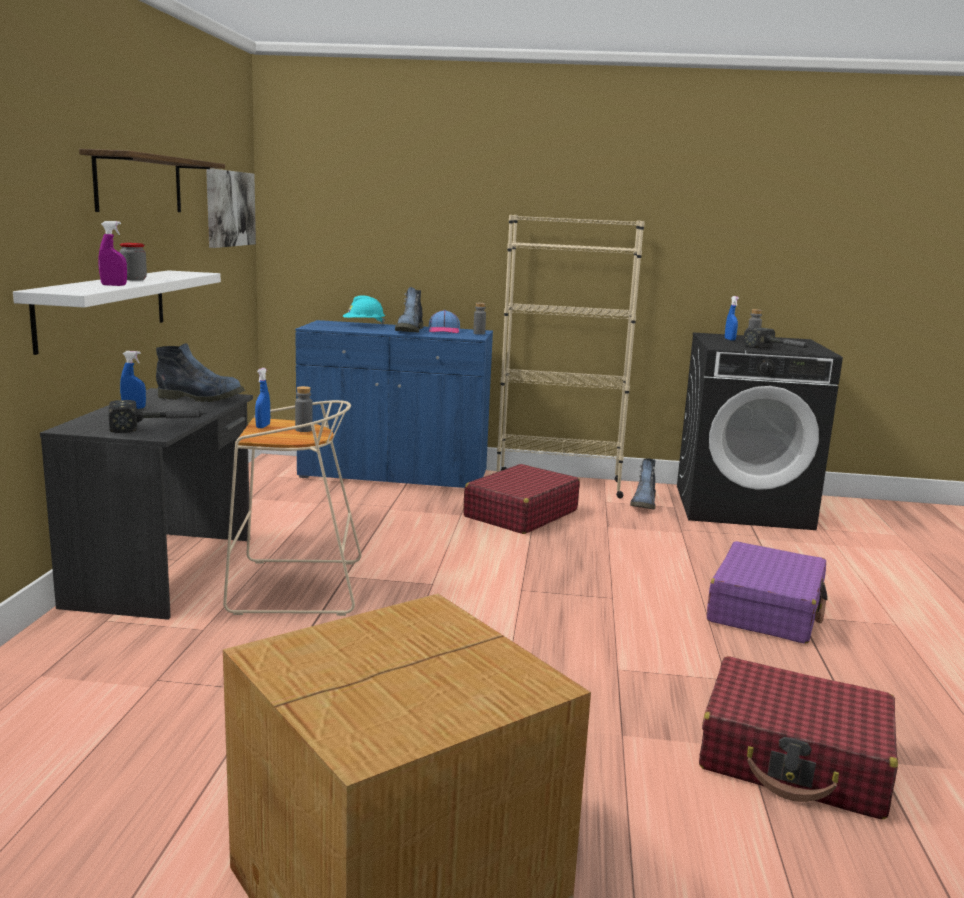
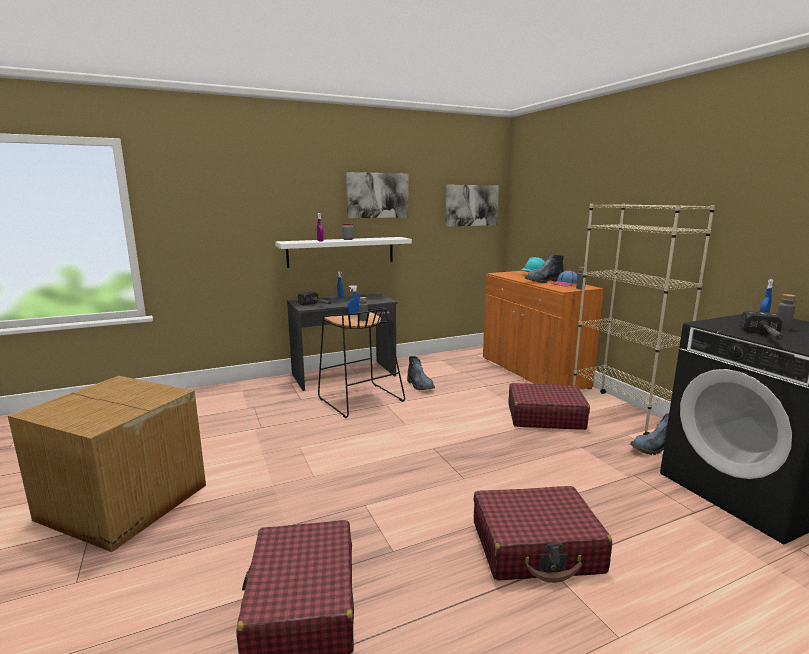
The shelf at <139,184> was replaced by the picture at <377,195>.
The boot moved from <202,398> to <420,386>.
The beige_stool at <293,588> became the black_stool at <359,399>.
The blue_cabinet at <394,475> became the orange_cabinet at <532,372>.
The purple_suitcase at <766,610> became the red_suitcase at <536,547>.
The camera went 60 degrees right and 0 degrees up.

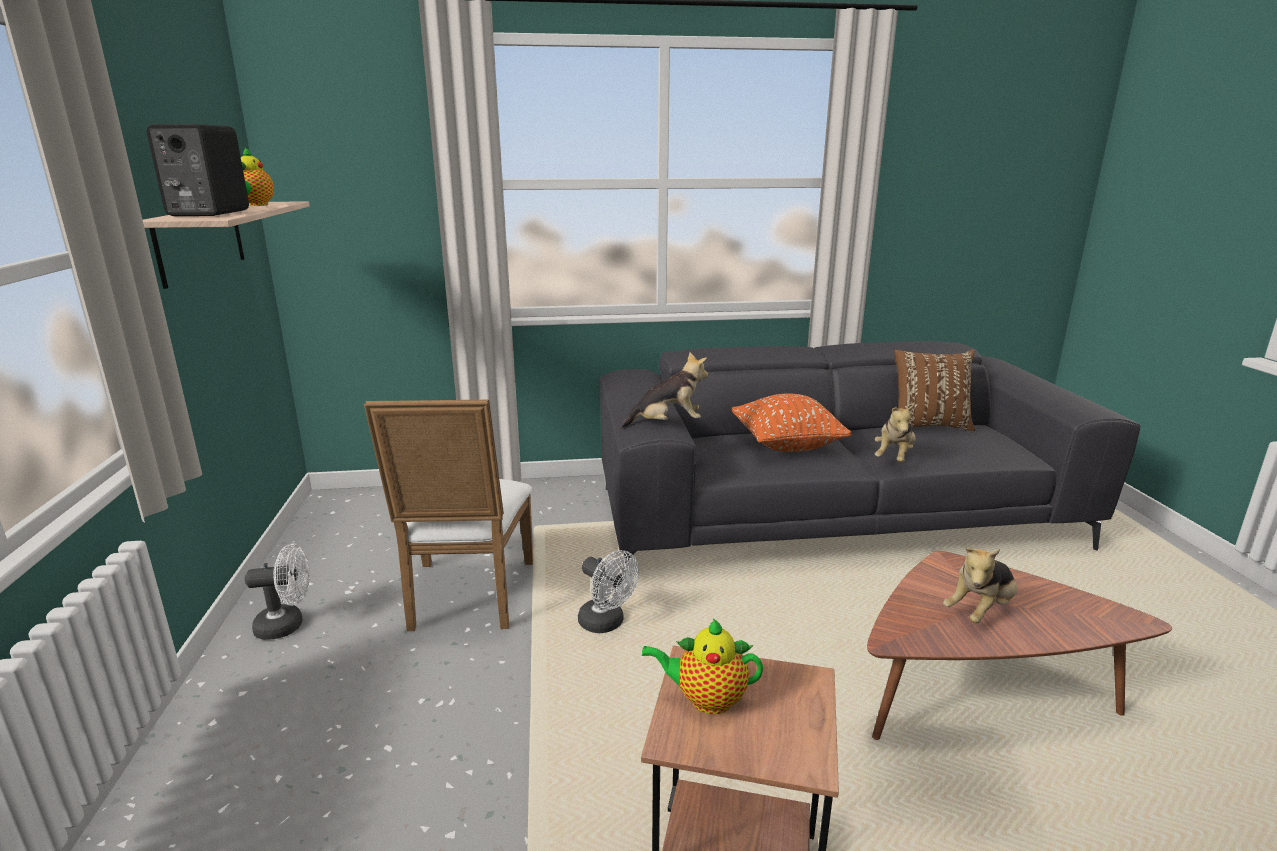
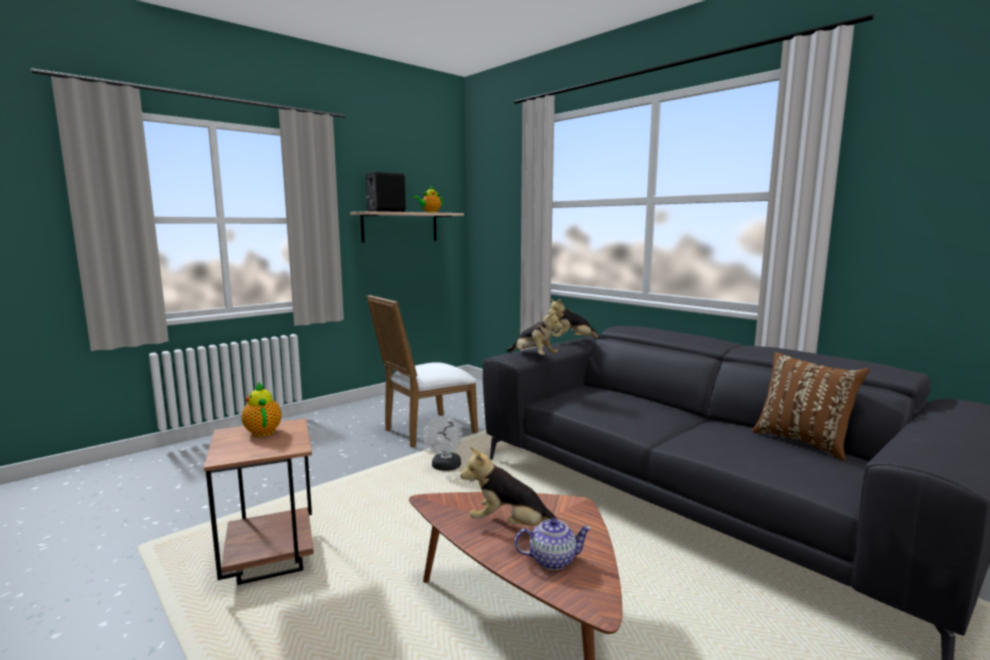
The white_fan at <287,625> disappeared.
The orange_pillow at <786,445> disappeared.
The plush_toy moved from <894,457> to <572,341>.
The teapot at <552,560> appeared.
The camera went 55 degrees right and 10 degrees down.

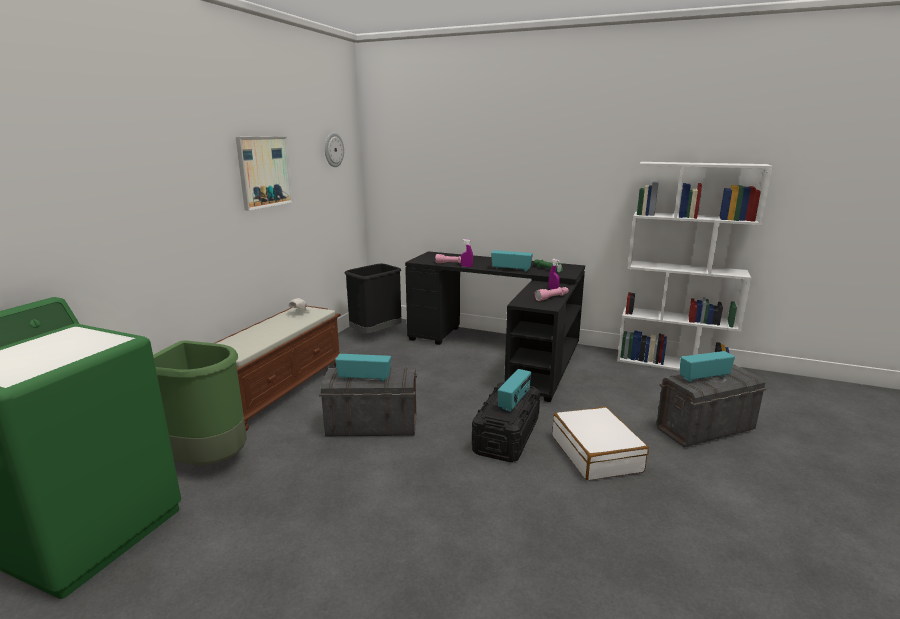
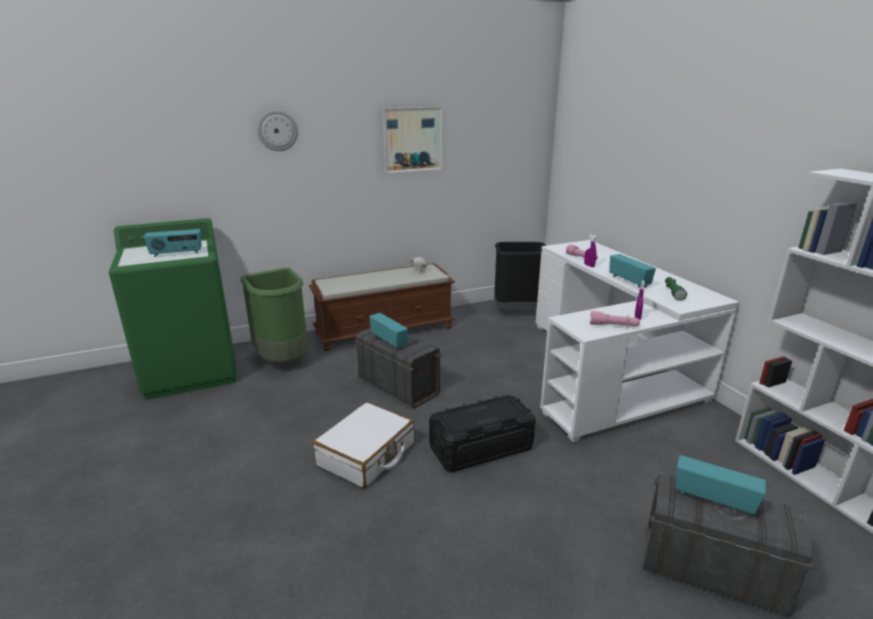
The wall_clock moved from <333,150> to <277,130>.
The black_desk at <503,351> became the white_desk at <610,373>.
The radio moved from <514,401> to <176,254>.
The white_suitcase moved from <596,453> to <366,454>.
The camera went 45 degrees right and 5 degrees up.

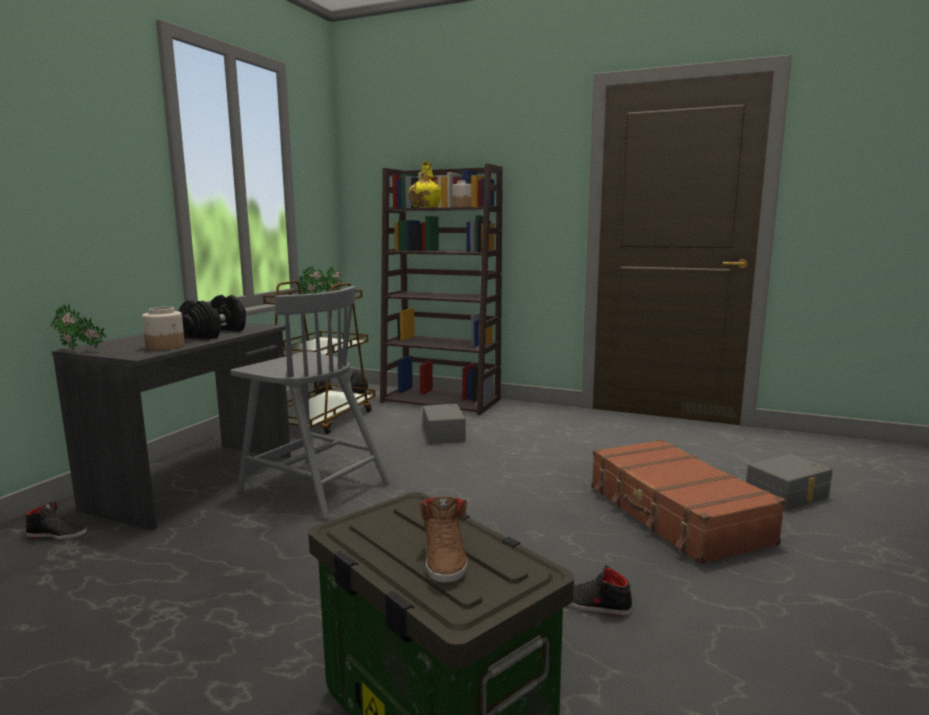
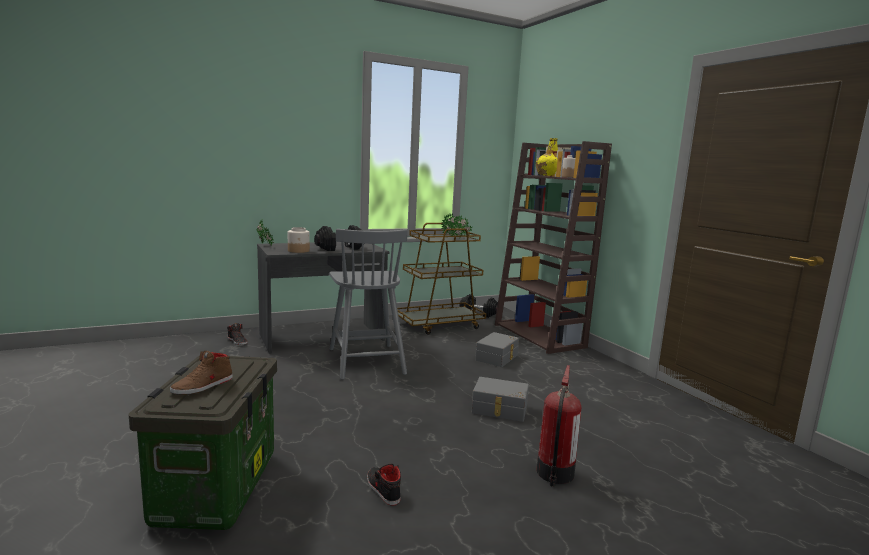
The brown_suitcase at <675,515> was replaced by the fire_extinguisher at <554,474>.
The grey_storage_box moved from <788,495> to <499,409>.
The camera went 40 degrees right and 0 degrees up.

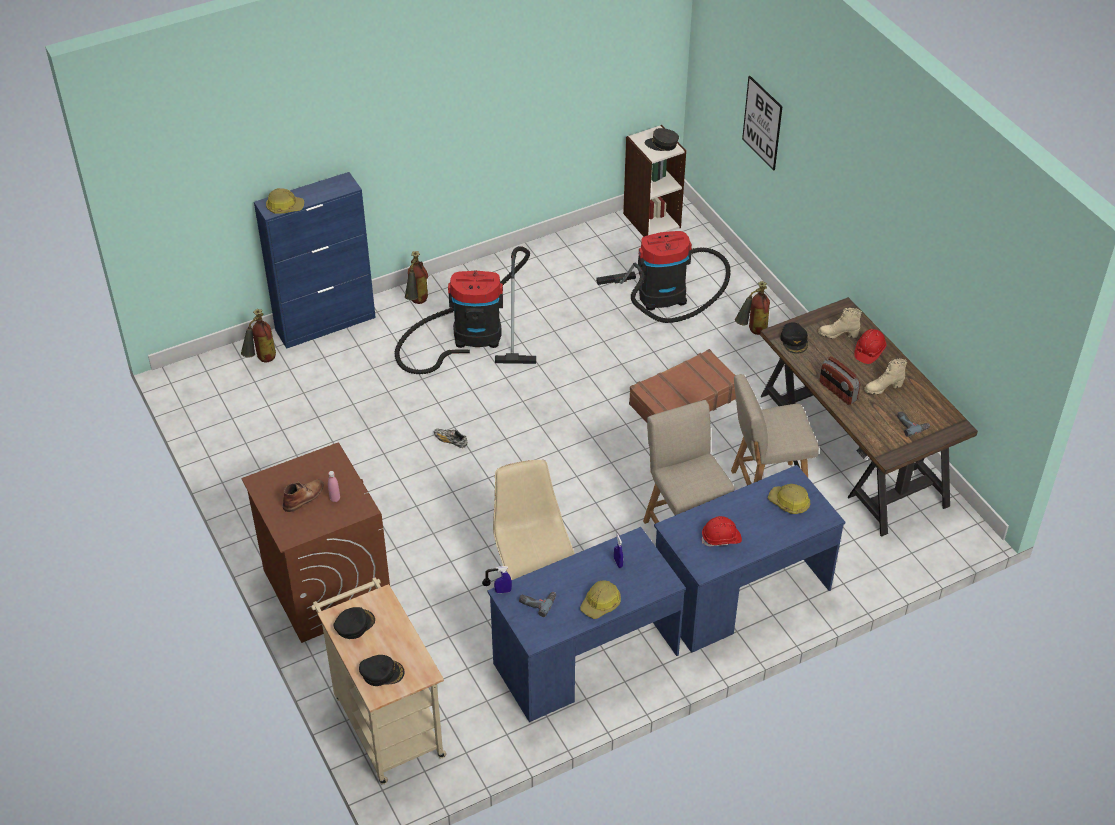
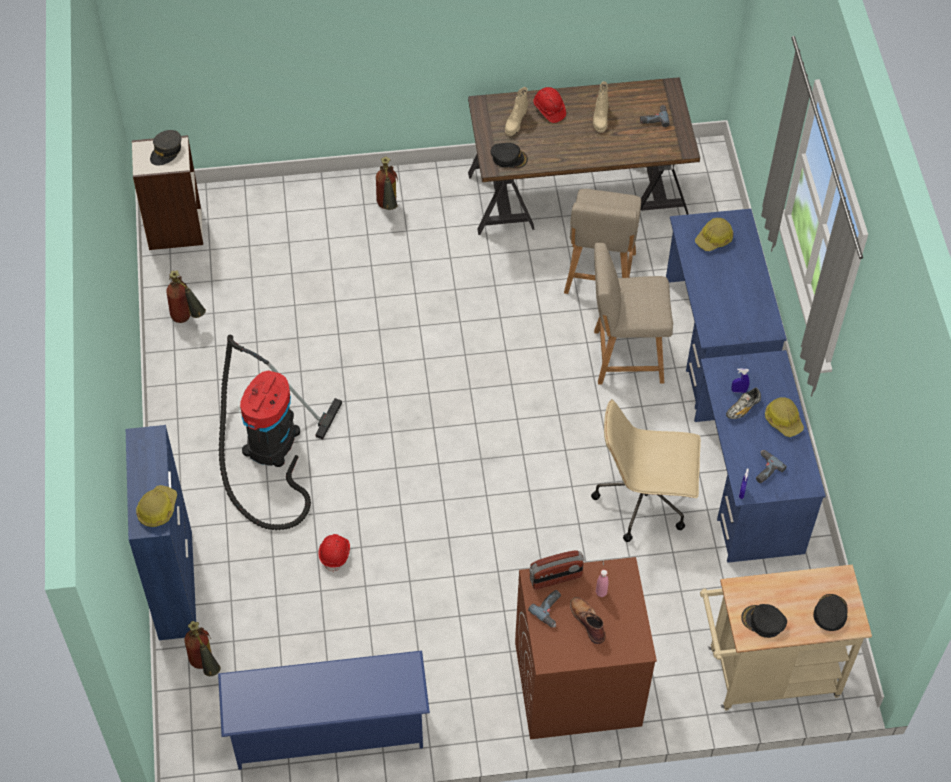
The black_cap at <354,624> turned 45 degrees counterclockwise.
The fire_extinguisher moved from <417,304> to <188,320>.
The shoe moved from <450,441> to <743,408>.
The vacuum_cleaner at <667,294> disappeared.
The brown_suitcase at <683,401> disappeared.
The red_hard_hat moved from <721,538> to <335,554>.
The picture at <762,123> disappeared.
The radio moved from <837,391> to <555,578>.
The blue_shoe_rack at <328,730> appeared.
The power_drill at <551,610> appeared.
The camera went 70 degrees left and 10 degrees up.

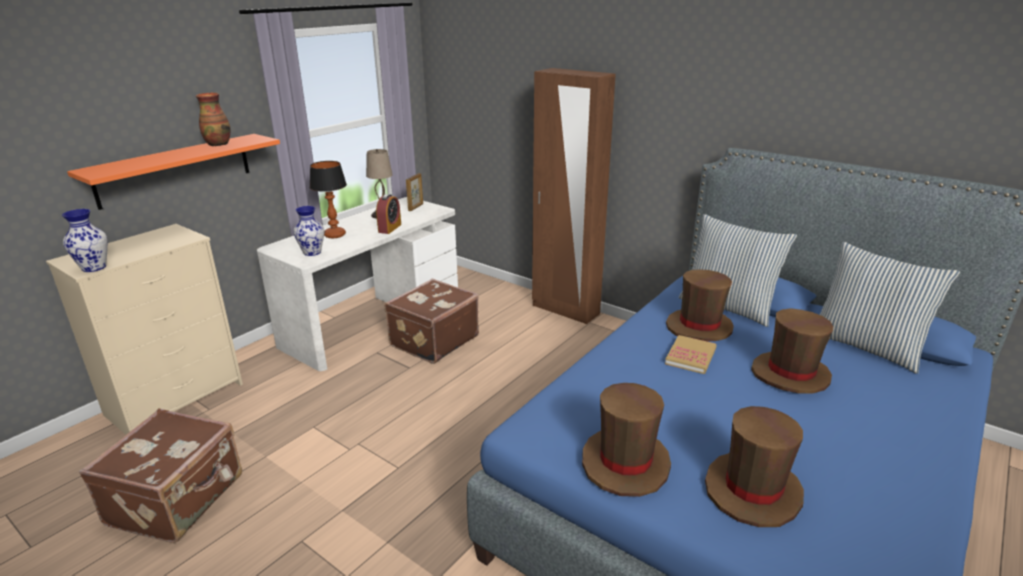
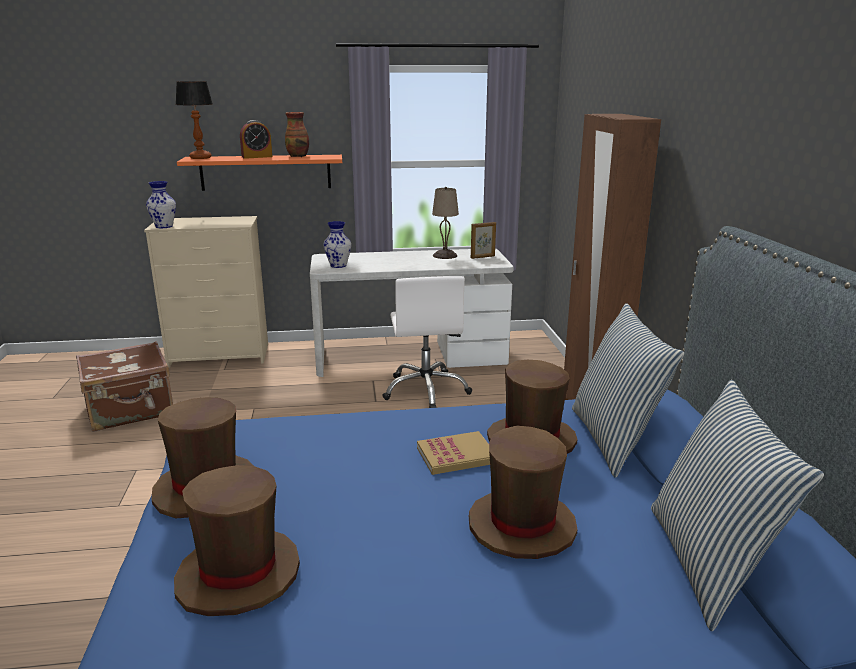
The table_lamp moved from <335,235> to <201,158>.
The alarm_clock moved from <390,228> to <257,157>.
The brown_suitcase at <433,341> was replaced by the white_office_chair at <426,390>.
The camera went 45 degrees right and 5 degrees down.

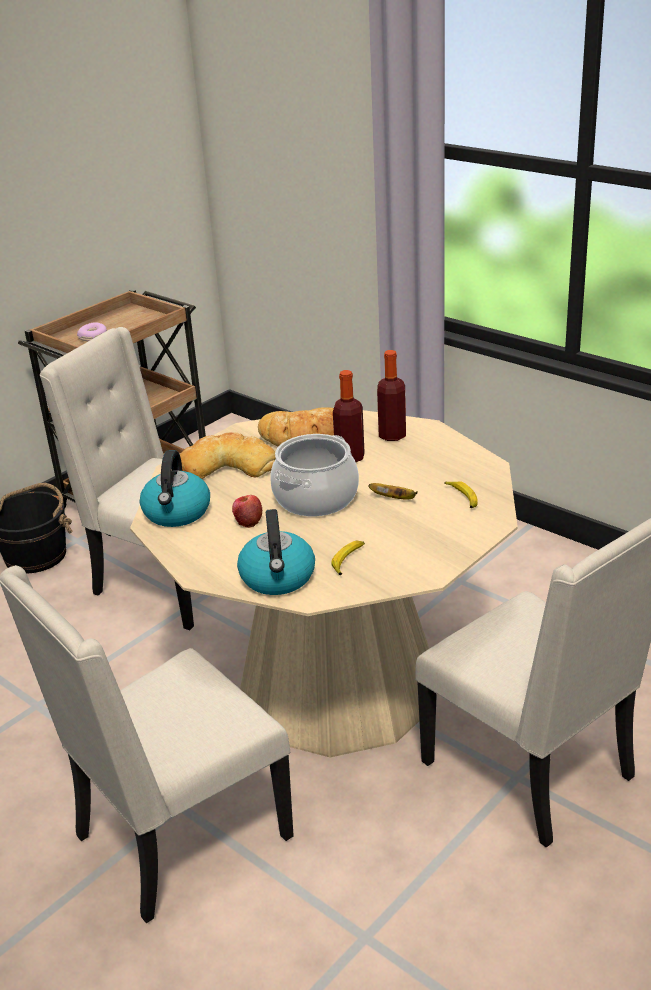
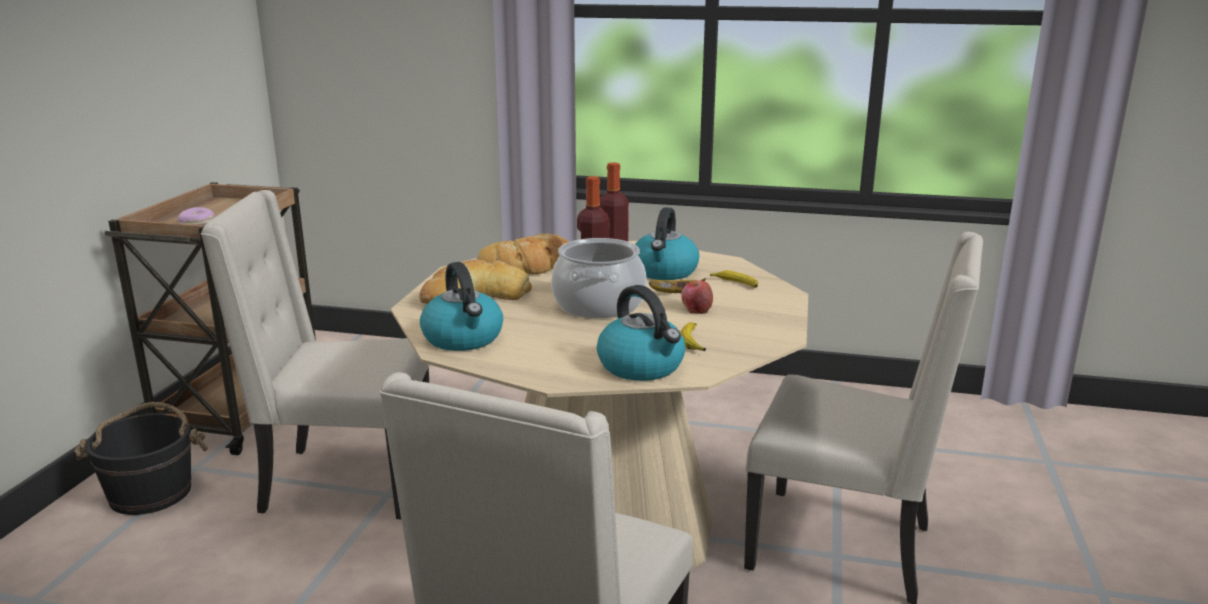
The apple moved from <248,521> to <696,309>.
The kettle at <664,272> appeared.
The camera went 30 degrees left and 10 degrees down.

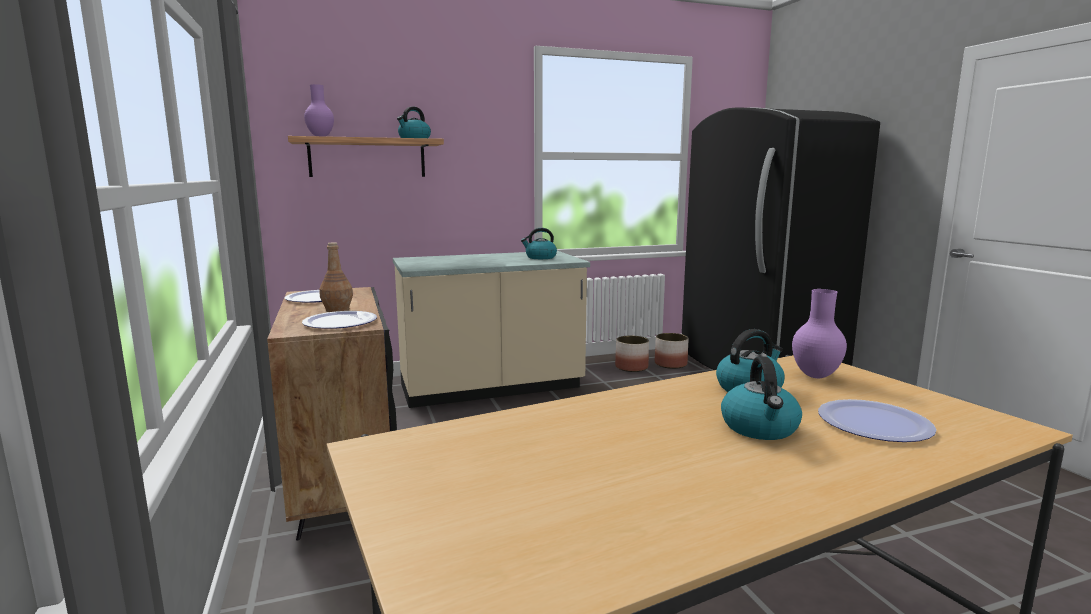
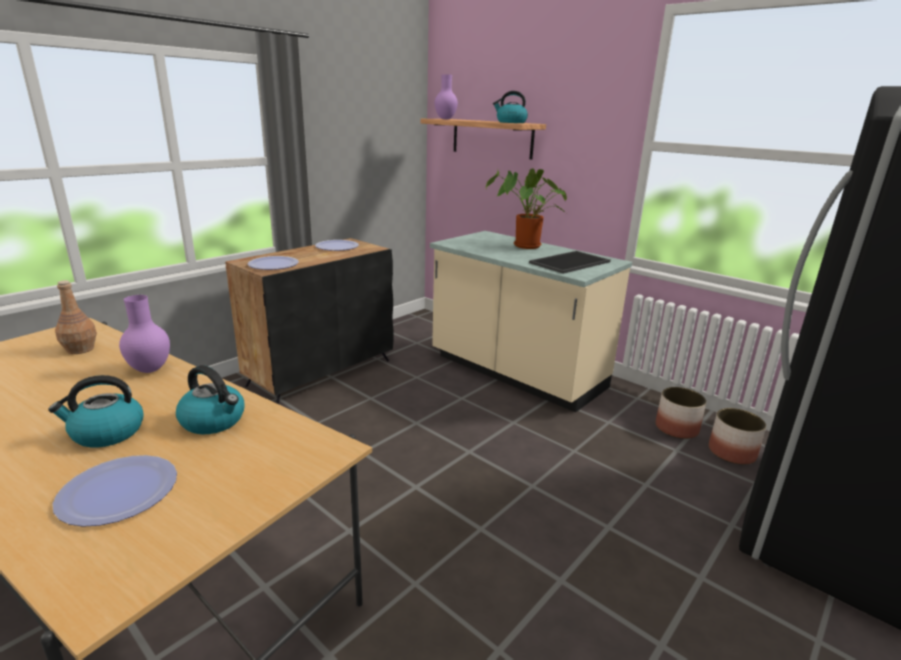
The brown_bottle moved from <337,310> to <81,349>.
The kettle at <540,257> was replaced by the tray at <570,263>.
The purple_vase moved from <814,376> to <149,369>.
The potted_plant at <524,246> appeared.
The camera went 60 degrees right and 10 degrees up.

